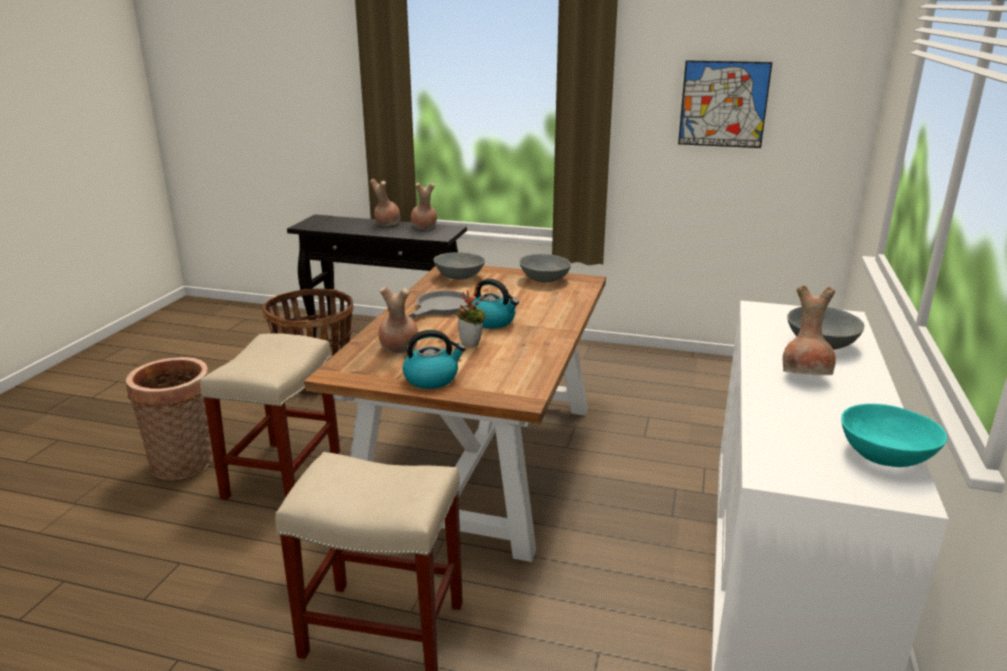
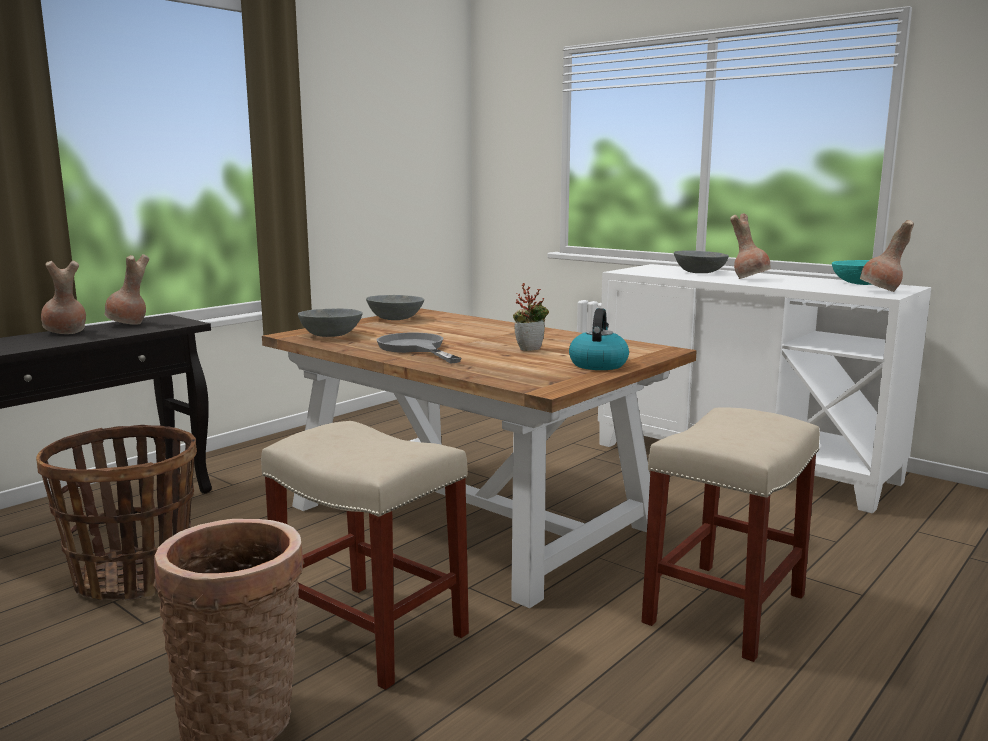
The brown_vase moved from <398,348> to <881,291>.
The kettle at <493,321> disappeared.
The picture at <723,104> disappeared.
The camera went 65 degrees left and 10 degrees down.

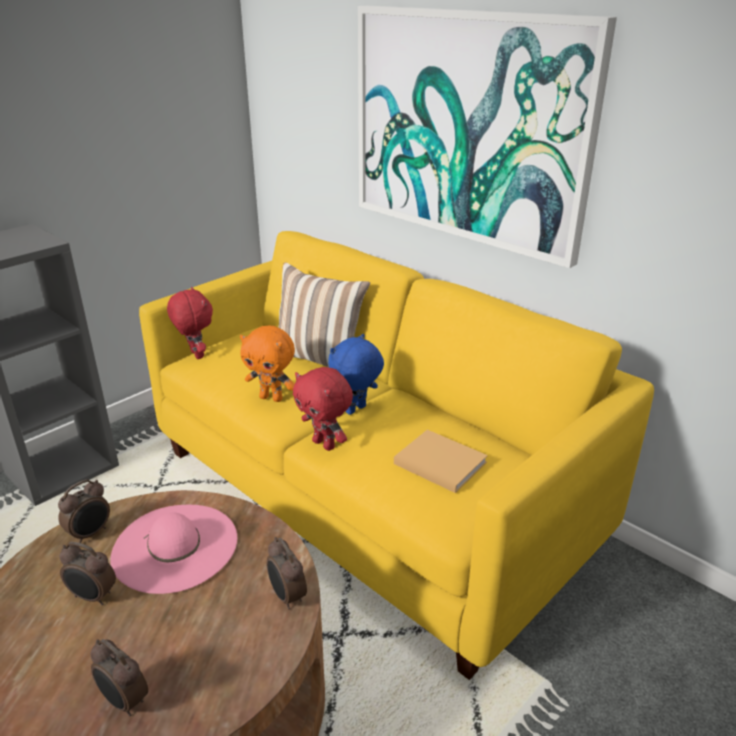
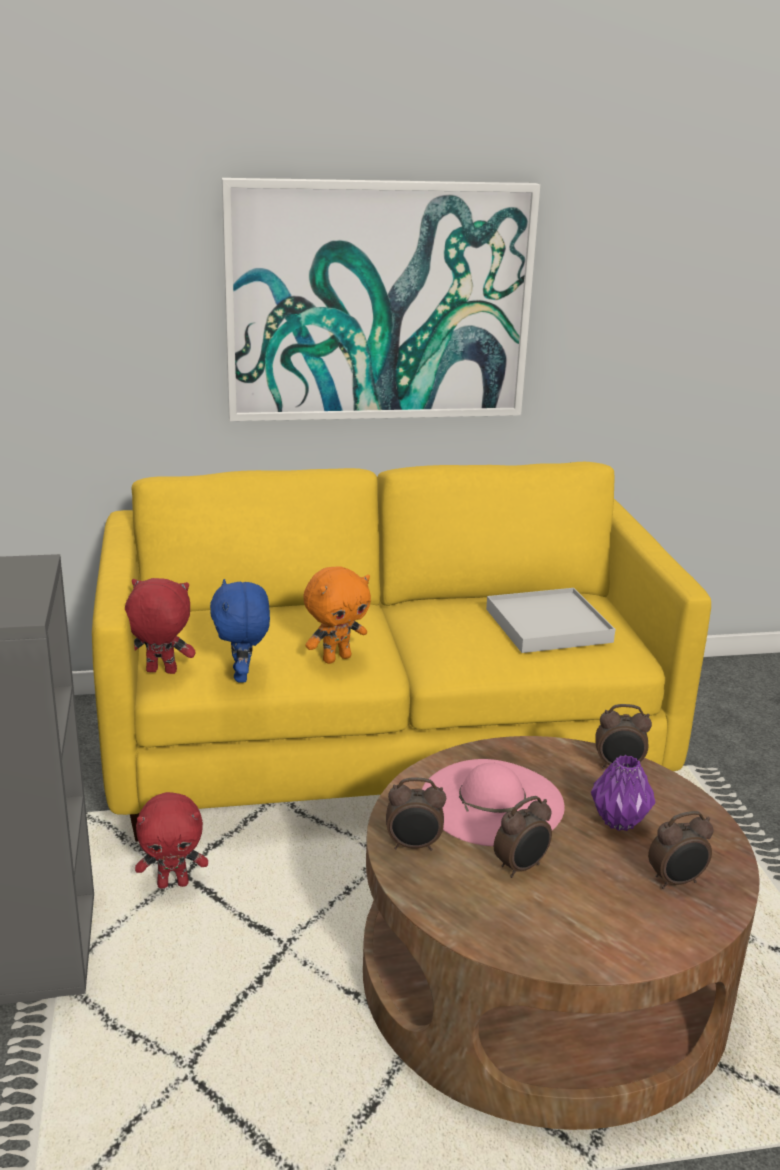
The alarm_clock at <90,533> turned 105 degrees clockwise.
The pillow at <320,359> disappeared.
The red_plush_toy moved from <325,444> to <173,883>.
The blue_plush_toy moved from <356,410> to <243,676>.
The beige_book at <438,462> was replaced by the white_tray at <548,625>.
The purple_vase at <620,821> appeared.
The camera went 55 degrees left and 5 degrees down.

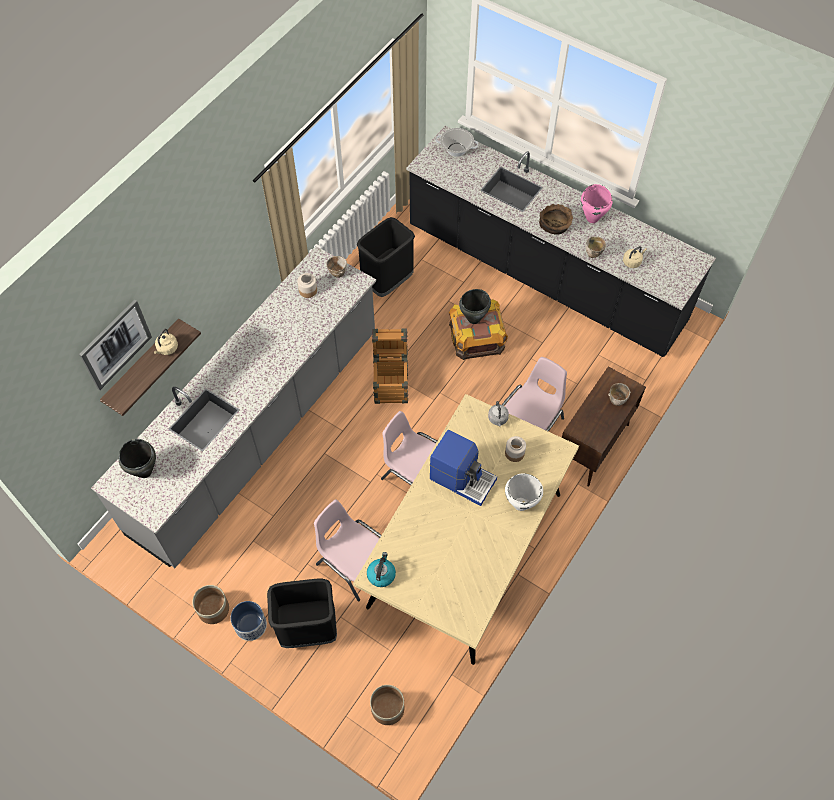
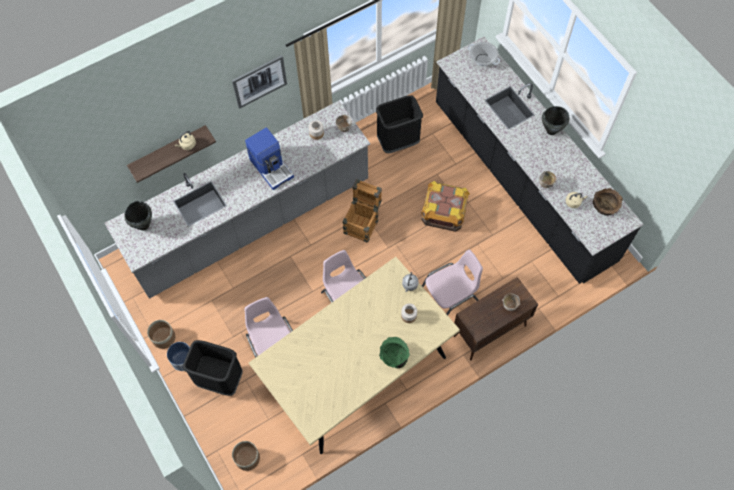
The picture moved from <115,344> to <259,81>.
The kettle at <381,574> disappeared.
The coffee_machine moved from <462,478> to <271,167>.
The black_cooking_pot moved from <474,319> to <551,131>.
The white_cooking_pot at <520,504> was replaced by the green_bowl at <393,355>.
The brown_bowl moved from <555,225> to <605,206>.
The pink_cooking_pot at <592,218> disappeared.
The camera went 25 degrees right and 5 degrees up.

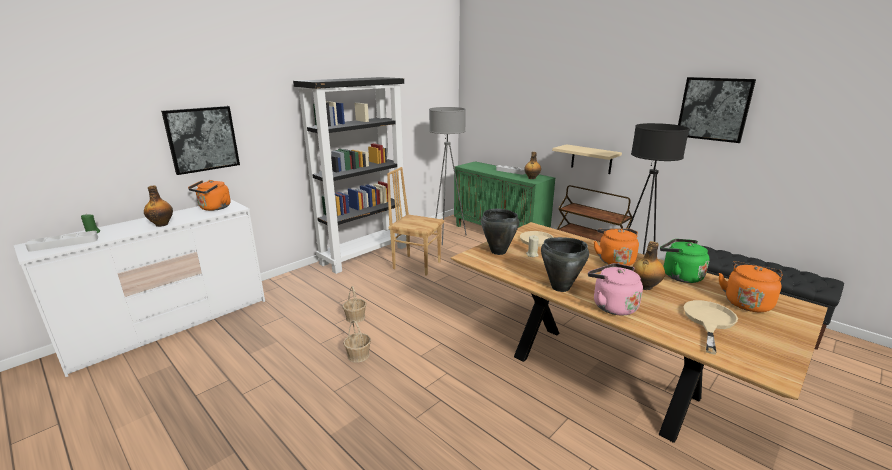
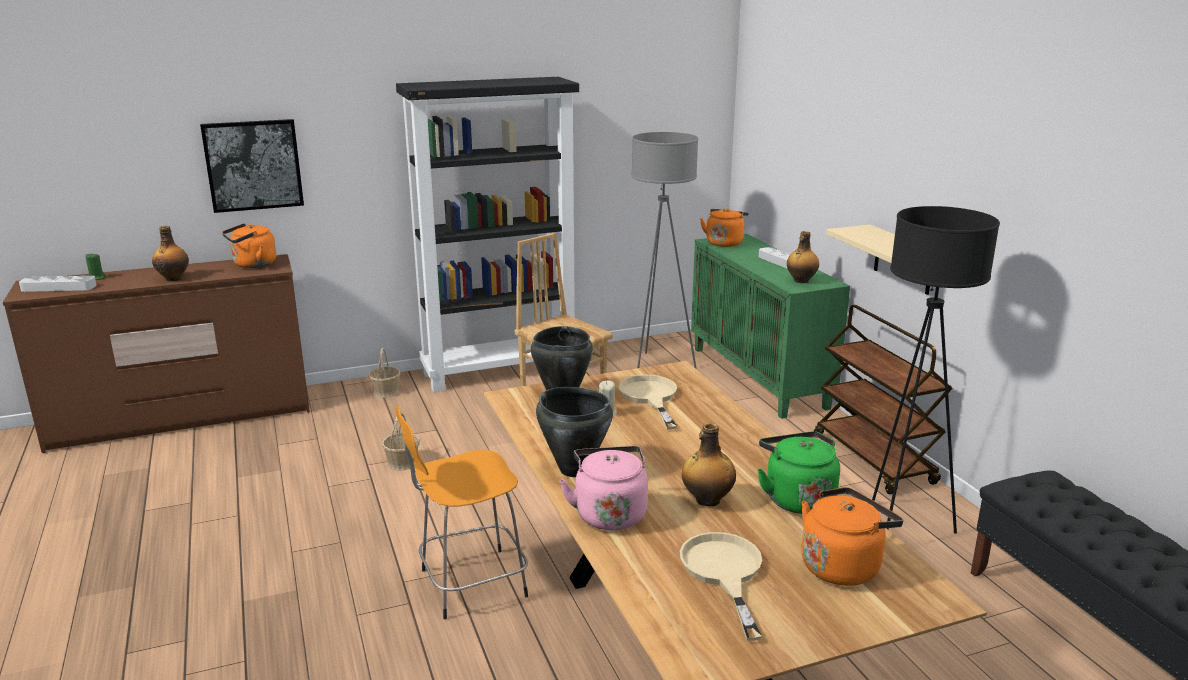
The white_dresser at <172,325> became the brown_dresser at <183,418>.
The basket moved from <358,355> to <386,391>.
The orange_kettle moved from <614,260> to <724,243>.
The picture at <714,109> disappeared.
The beige_frying_pan at <708,321> turned 60 degrees counterclockwise.
The orange_stool at <469,584> appeared.
The camera went 25 degrees right and 0 degrees up.

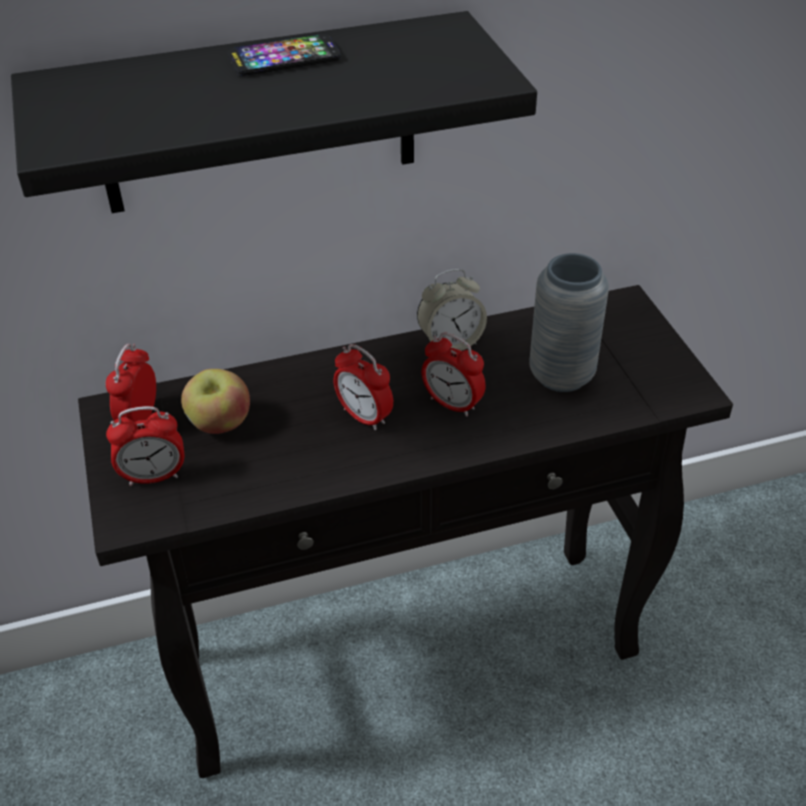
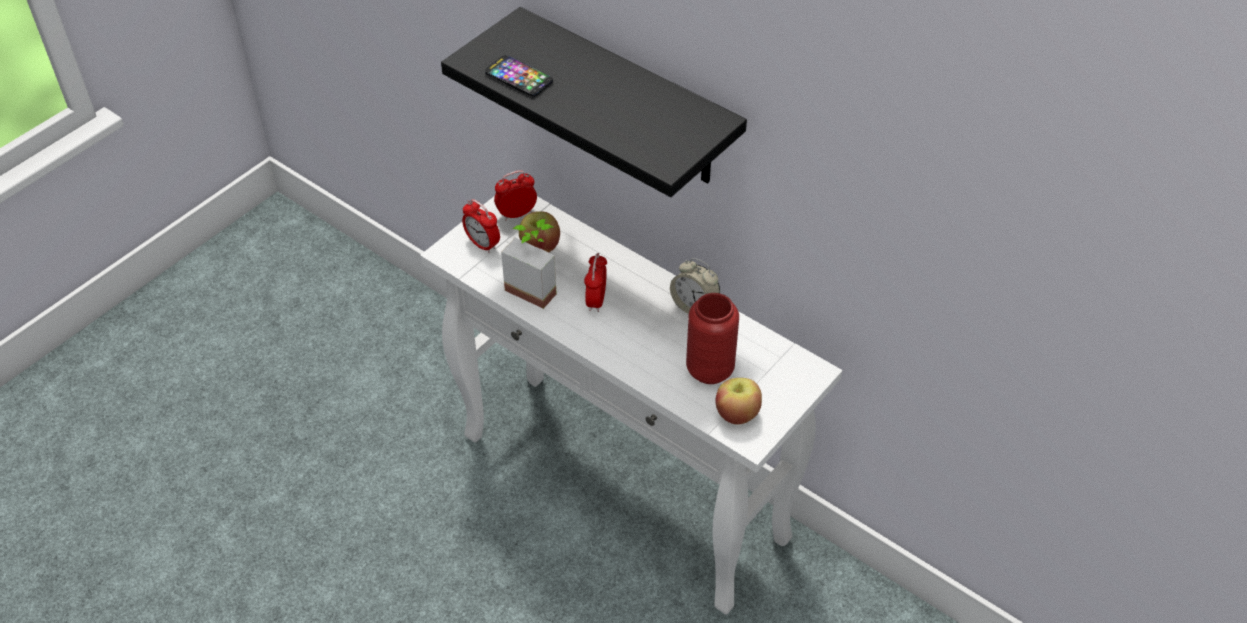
The black_console_table at <410,653> became the white_console_table at <626,488>.
The phone moved from <284,58> to <518,77>.
The alarm_clock at <452,404> disappeared.
The grey_vase at <561,375> became the red_vase at <710,370>.
The potted_plant at <536,286> appeared.
The apple at <737,413> appeared.
The camera went 55 degrees right and 5 degrees up.

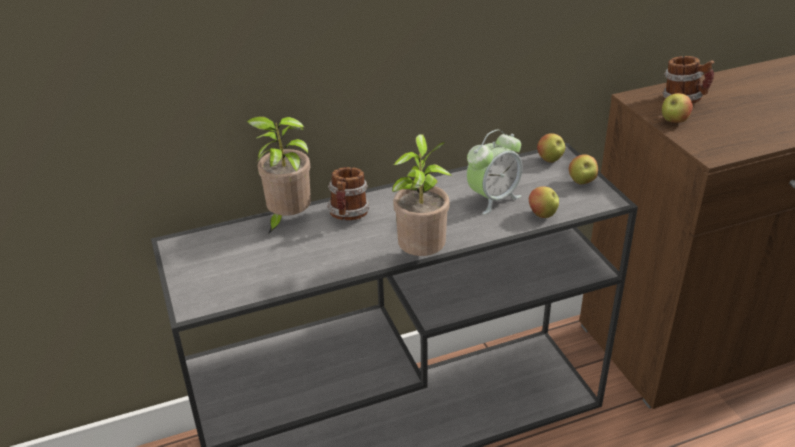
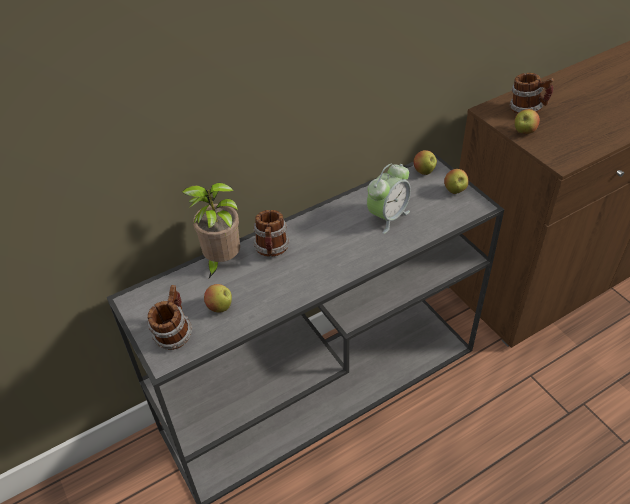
The potted_plant at <422,255> disappeared.
The apple moved from <542,215> to <220,307>.
The mug at <173,334> appeared.
The camera went 10 degrees left and 10 degrees up.

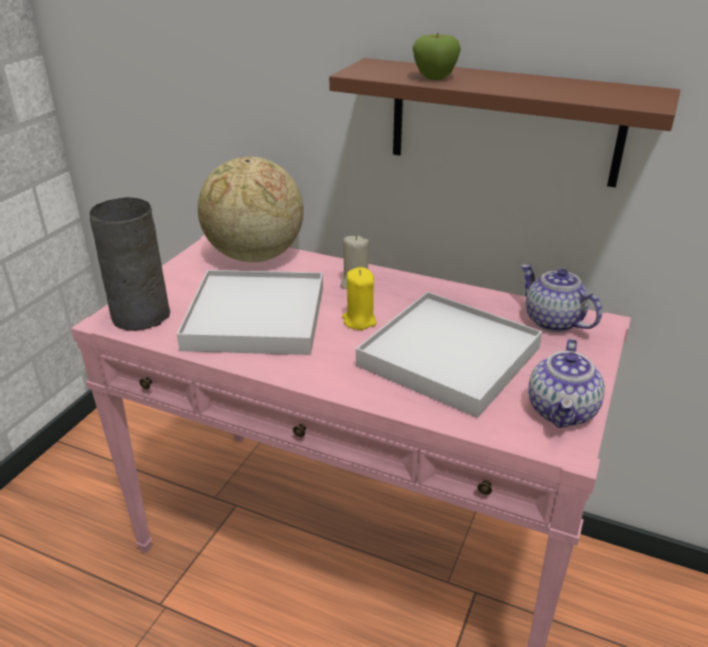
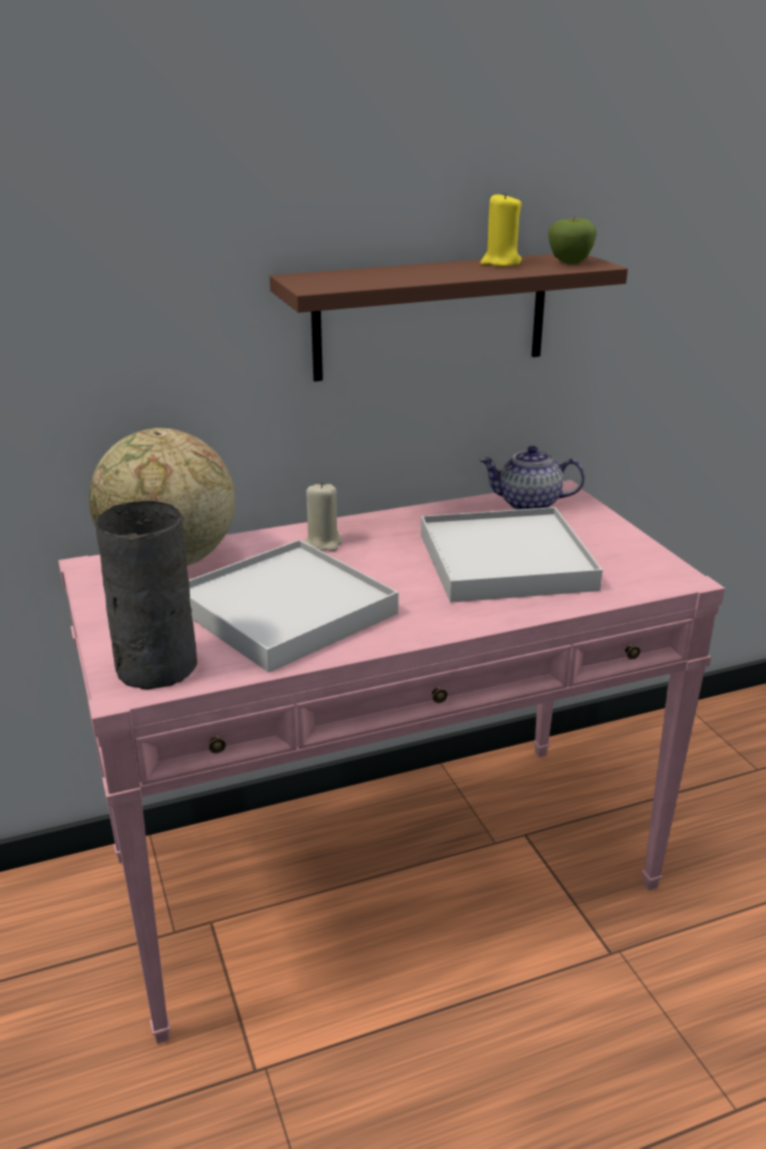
The yellow_candle moved from <359,321> to <500,263>.
The apple moved from <434,78> to <570,262>.
The teapot at <562,411> disappeared.
The camera went 45 degrees left and 5 degrees down.

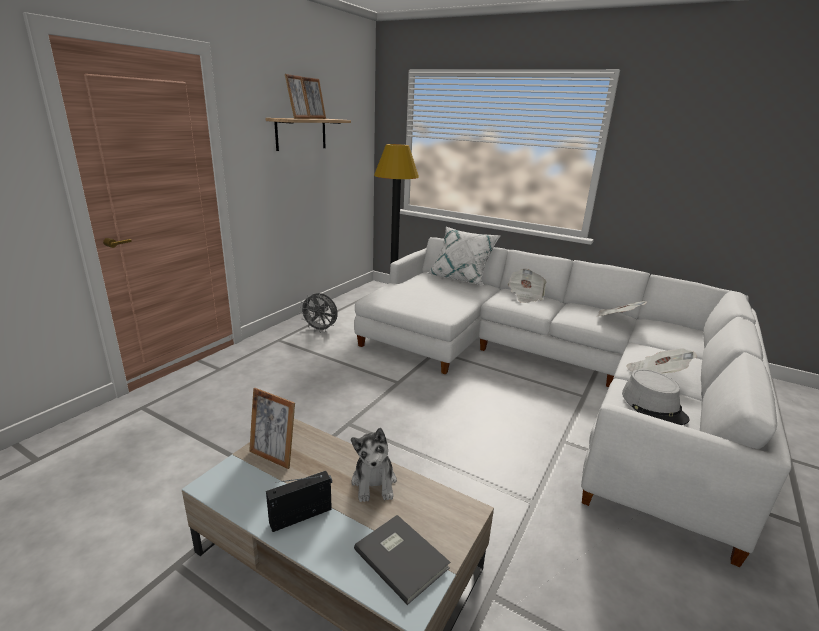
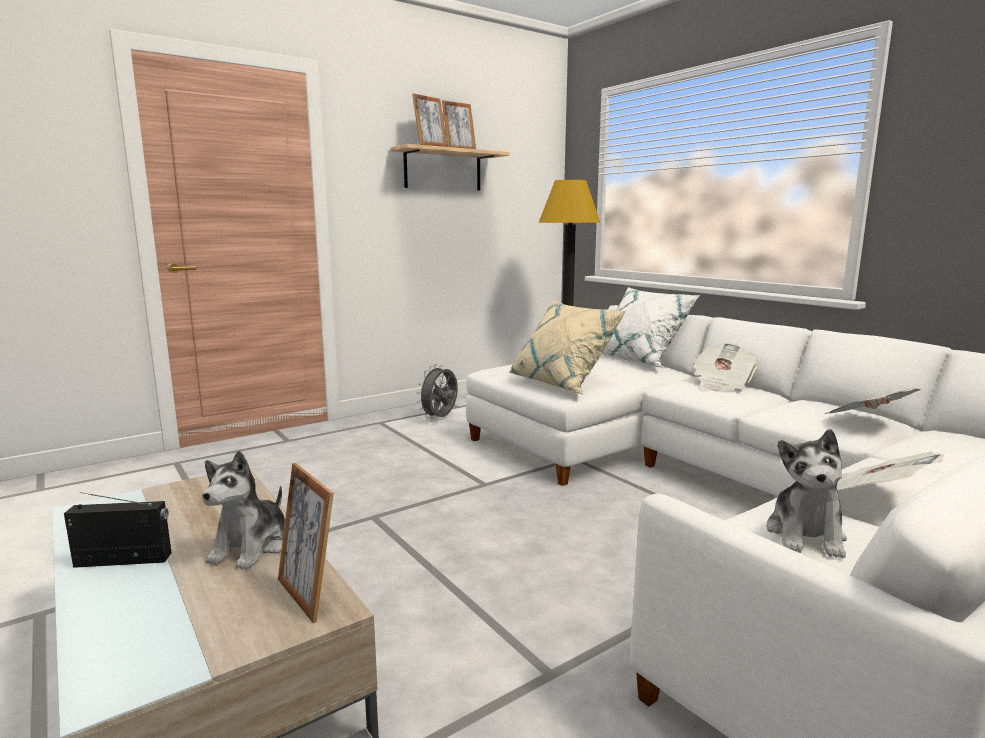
The picture_frame moved from <273,455> to <308,595>.
The grey_fan at <320,330> turned 75 degrees clockwise.
The grey_book at <402,557> disappeared.
The grey_hat at <654,406> was replaced by the plush_toy at <806,535>.
The beige_pillow at <562,384> appeared.
The camera went 25 degrees right and 10 degrees down.

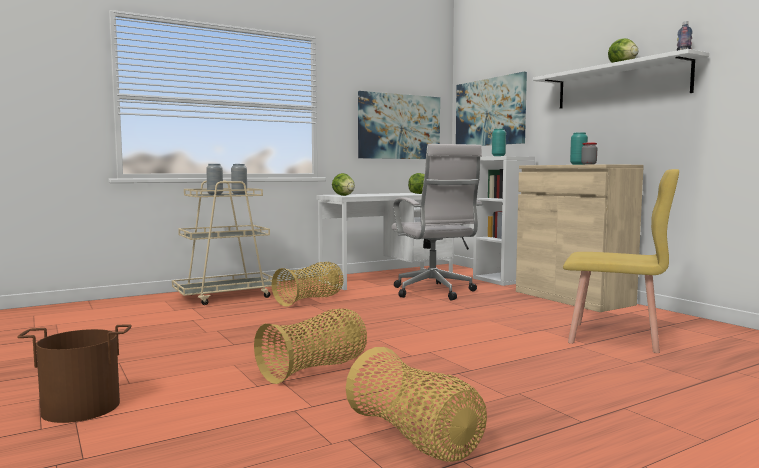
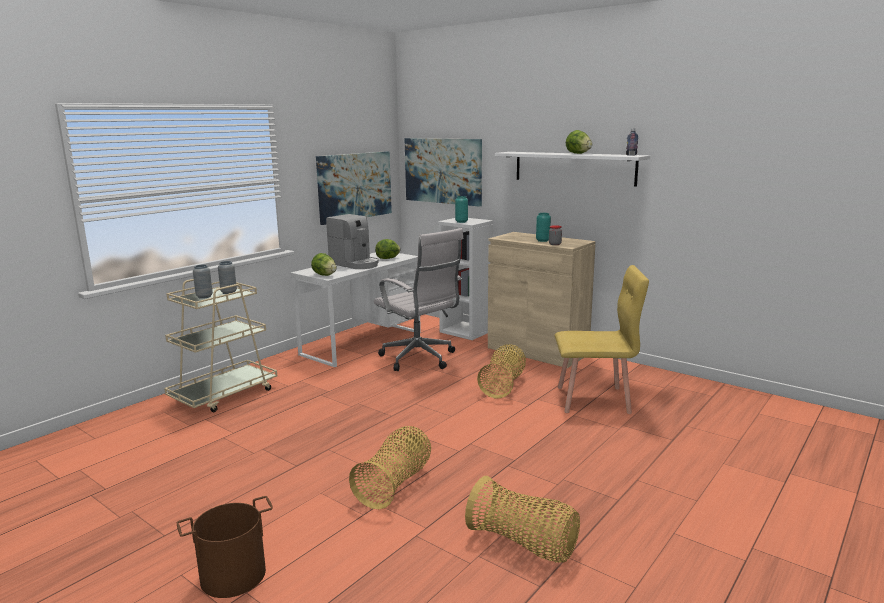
The basket moved from <310,300> to <503,385>.
The coffee_machine at <355,264> appeared.
The camera went 20 degrees left and 10 degrees up.

